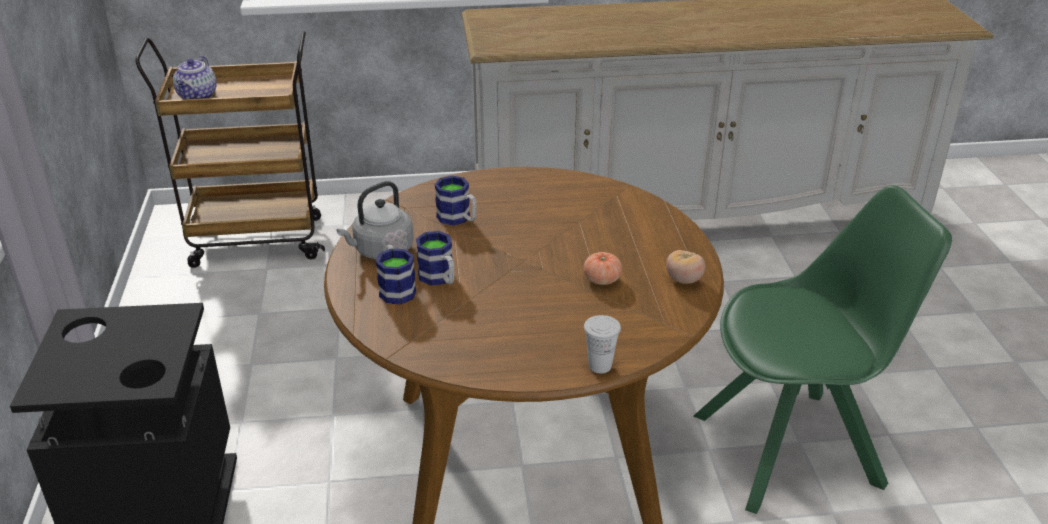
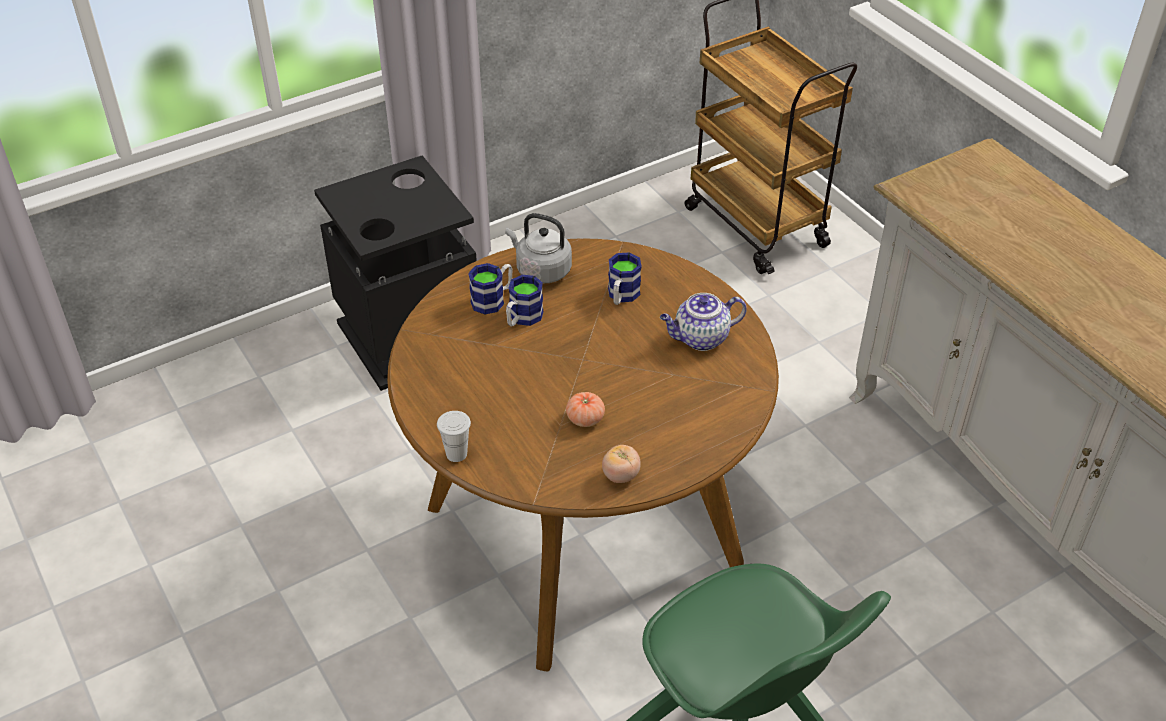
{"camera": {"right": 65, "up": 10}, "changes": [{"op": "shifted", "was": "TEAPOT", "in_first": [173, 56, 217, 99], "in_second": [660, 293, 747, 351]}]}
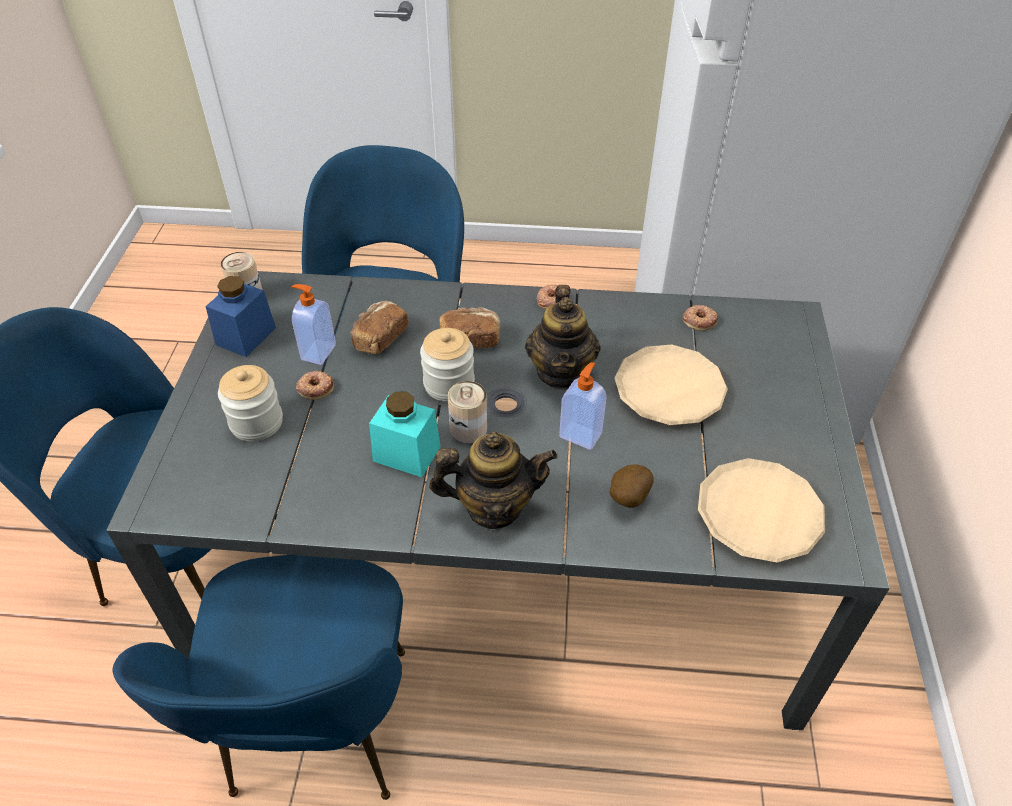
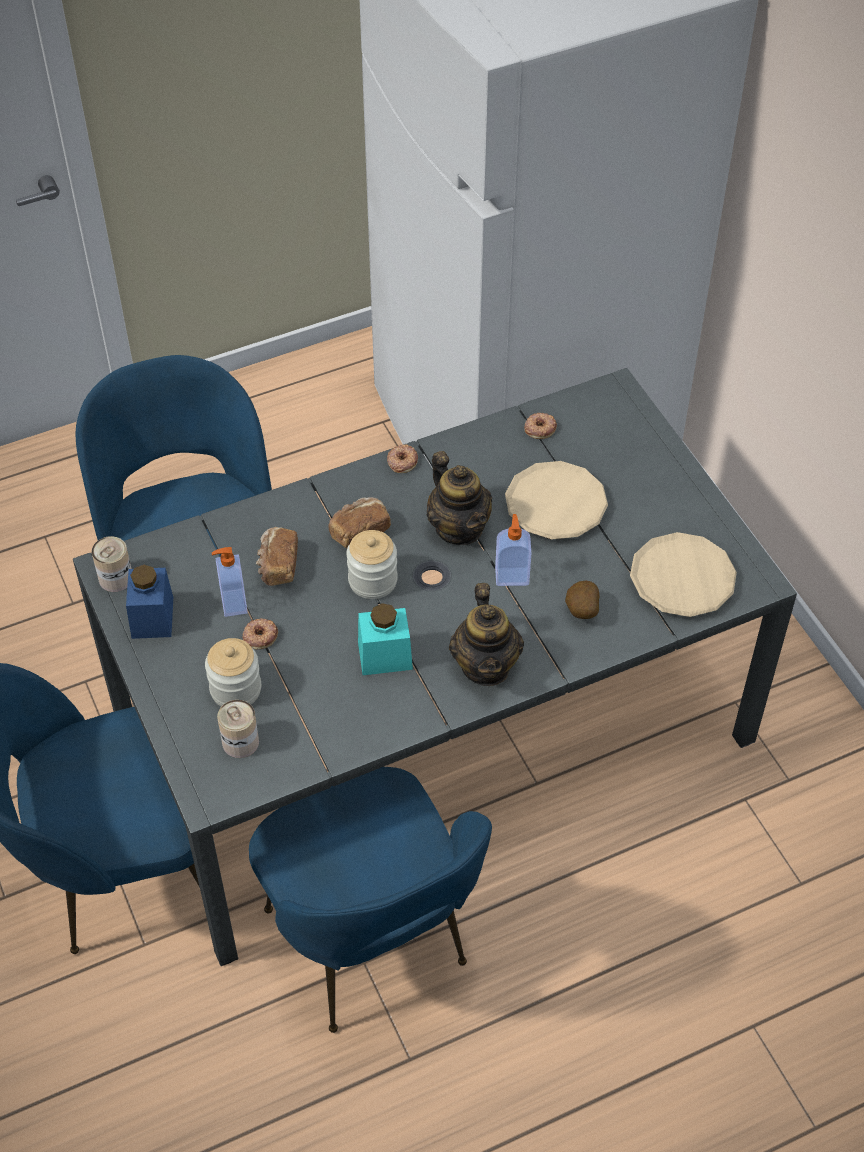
{"camera": {"right": -30, "up": 5}, "changes": [{"op": "shifted", "was": "CAN", "in_first": [448, 381, 487, 443], "in_second": [217, 700, 259, 758]}, {"op": "rotated", "was": "TEAPOT", "in_first": [429, 432, 558, 529], "in_second": [449, 583, 524, 686], "clockwise": 120}]}
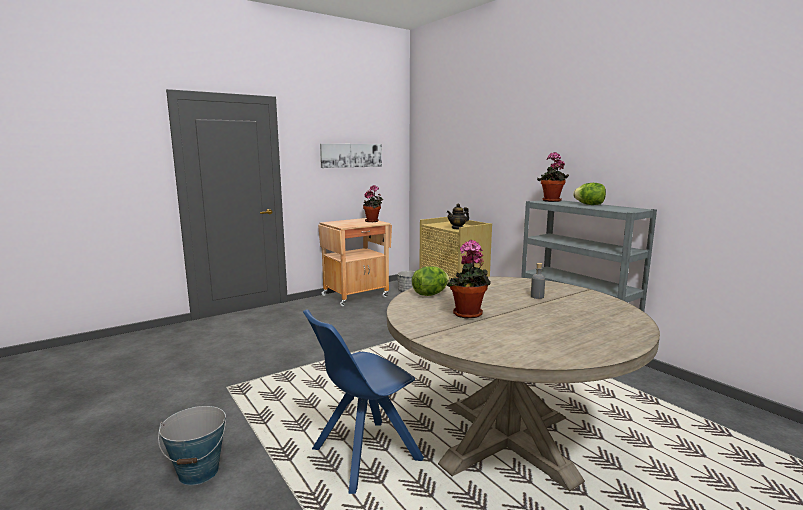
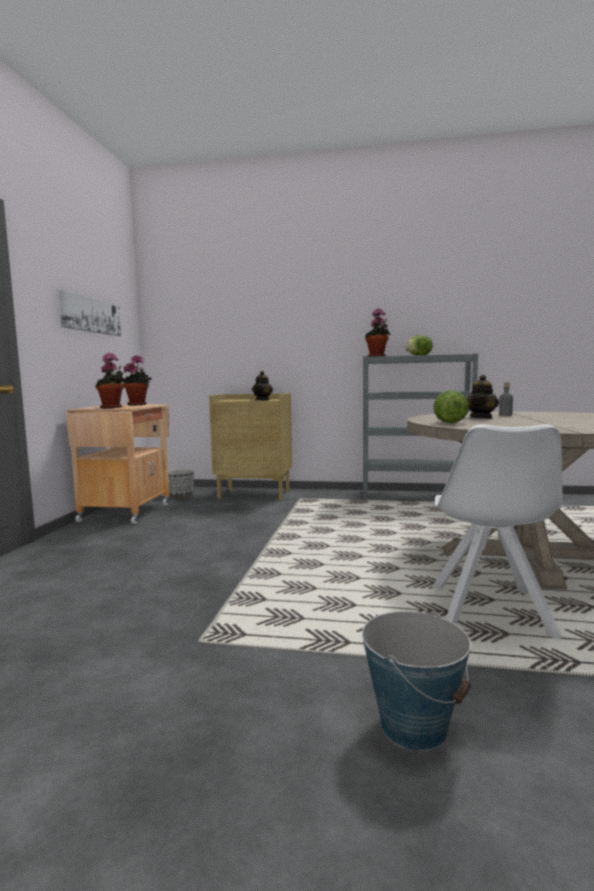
{"camera": {"right": -45, "up": -5}, "changes": [{"op": "new", "now": "TEAPOT", "in_second": [466, 375, 499, 419]}, {"op": "shifted", "was": "POTTED PLANT", "in_first": [447, 239, 491, 319], "in_second": [95, 353, 126, 408]}, {"op": "repainted", "was": "BLUE CHAIR", "now": "WHITE CHAIR", "in_first": [303, 309, 424, 494], "in_second": [432, 424, 563, 640]}]}
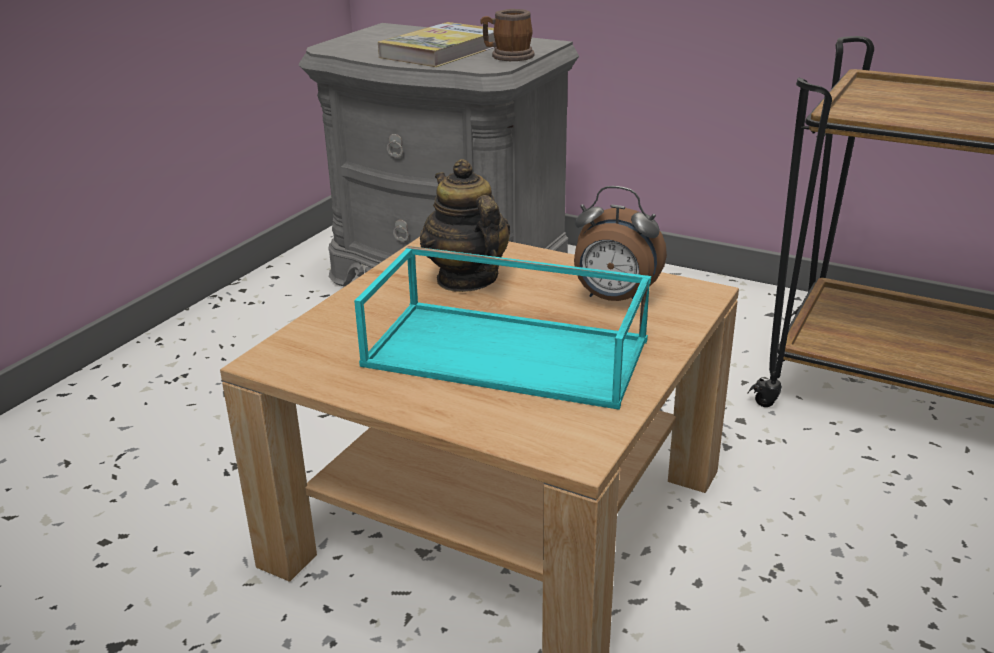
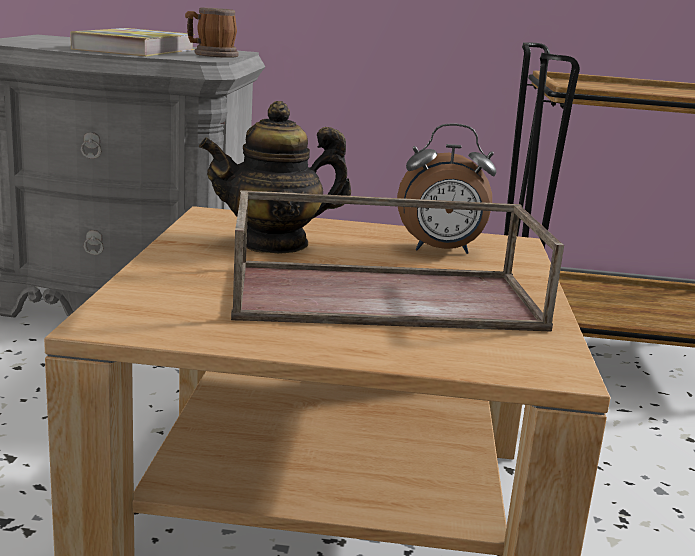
{"camera": {"right": -25, "up": -10}, "changes": [{"op": "repainted", "was": "TURQUOISE TRAY", "now": "BROWN TRAY", "in_first": [354, 246, 651, 410], "in_second": [231, 190, 564, 332]}, {"op": "rotated", "was": "TEAPOT", "in_first": [420, 159, 510, 292], "in_second": [199, 101, 351, 254], "clockwise": -60}]}
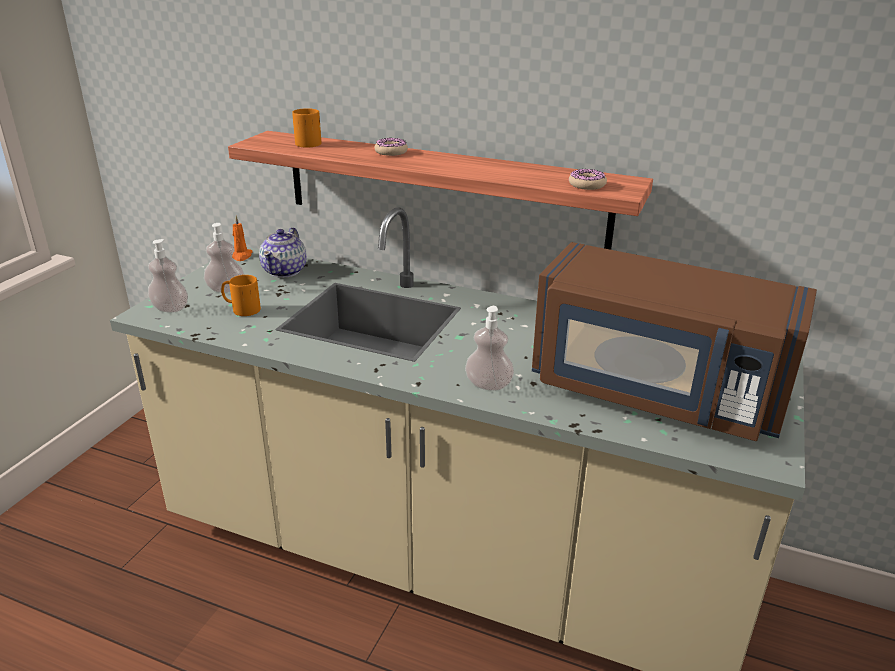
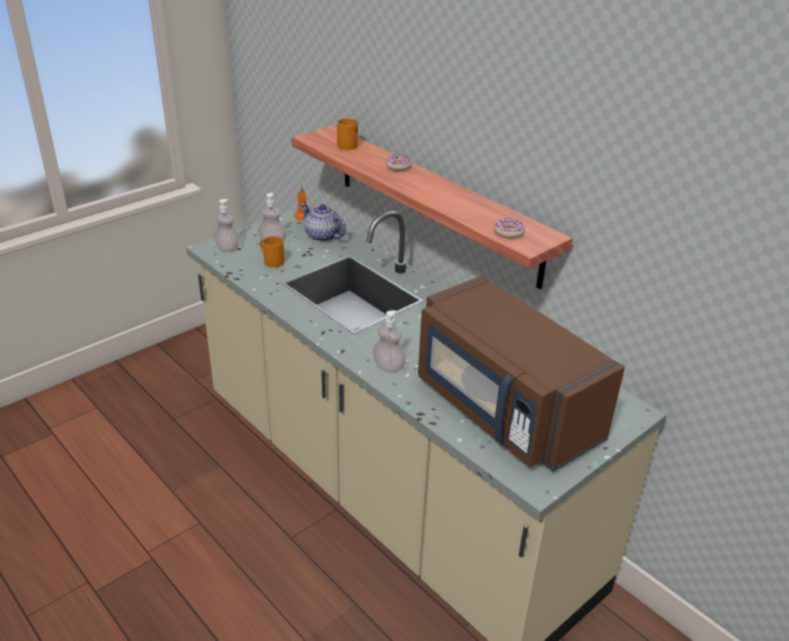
{"camera": {"right": 25, "up": 5}, "changes": [{"op": "rotated", "was": "TEAPOT", "in_first": [259, 227, 306, 278], "in_second": [300, 203, 346, 242], "clockwise": 90}]}
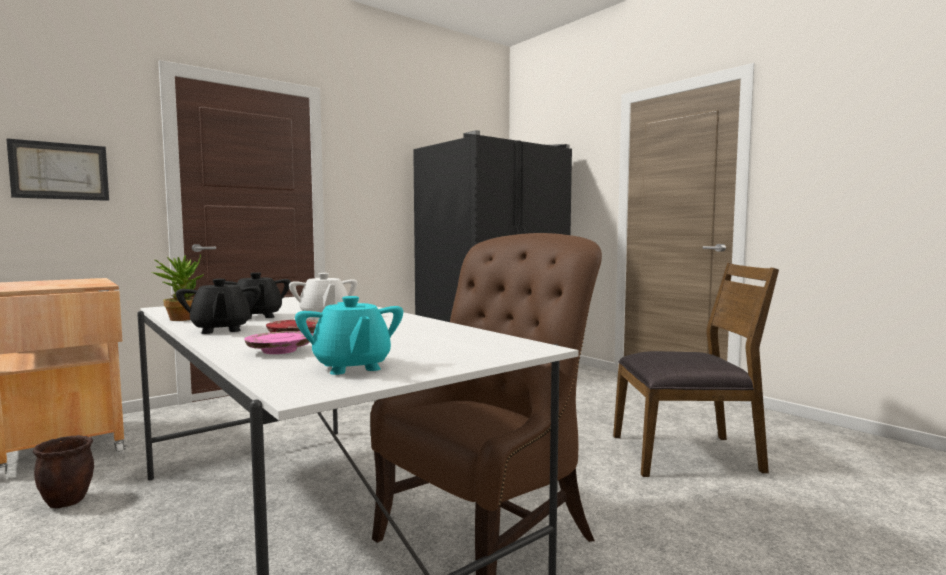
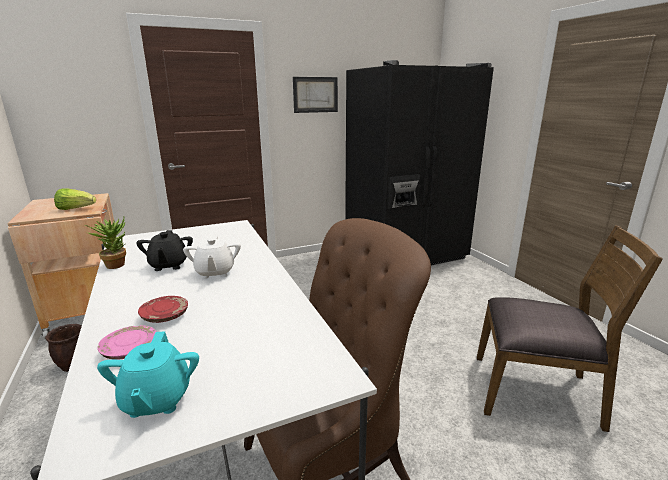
{"camera": {"right": 15, "up": 15}, "changes": [{"op": "gone", "was": "BLACK TEAPOT", "in_first": [176, 279, 261, 334]}, {"op": "new", "now": "LETTUCE", "in_second": [54, 188, 96, 210]}, {"op": "shifted", "was": "PICTURE", "in_first": [6, 138, 109, 201], "in_second": [293, 77, 338, 113]}]}
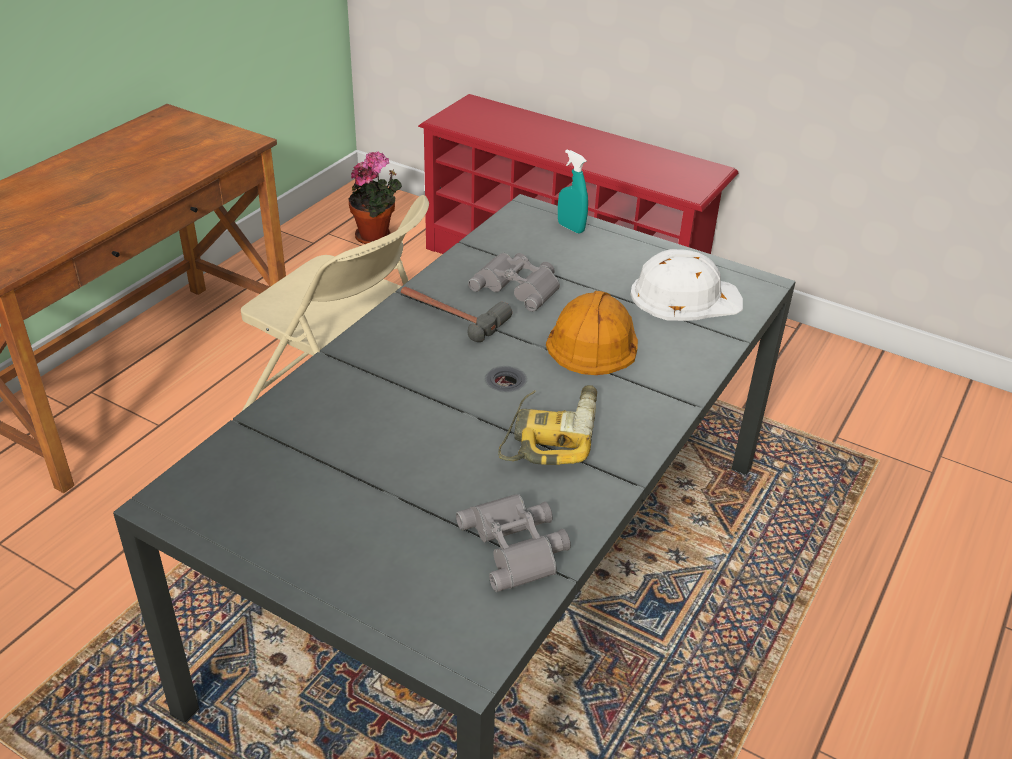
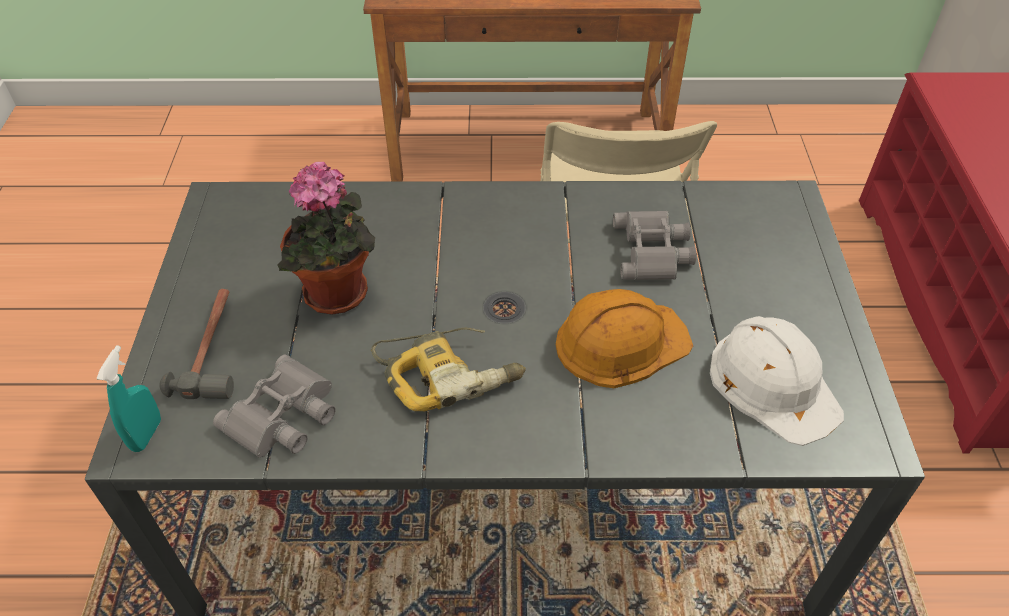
{"camera": {"right": 60, "up": 10}, "changes": [{"op": "shifted", "was": "POTTED PLANT", "in_first": [349, 151, 402, 244], "in_second": [277, 162, 375, 315]}, {"op": "shifted", "was": "HAMMER", "in_first": [401, 287, 512, 342], "in_second": [159, 289, 234, 399]}, {"op": "shifted", "was": "TURQUOISE SPRAY BOTTLE", "in_first": [558, 150, 588, 234], "in_second": [96, 345, 161, 452]}]}
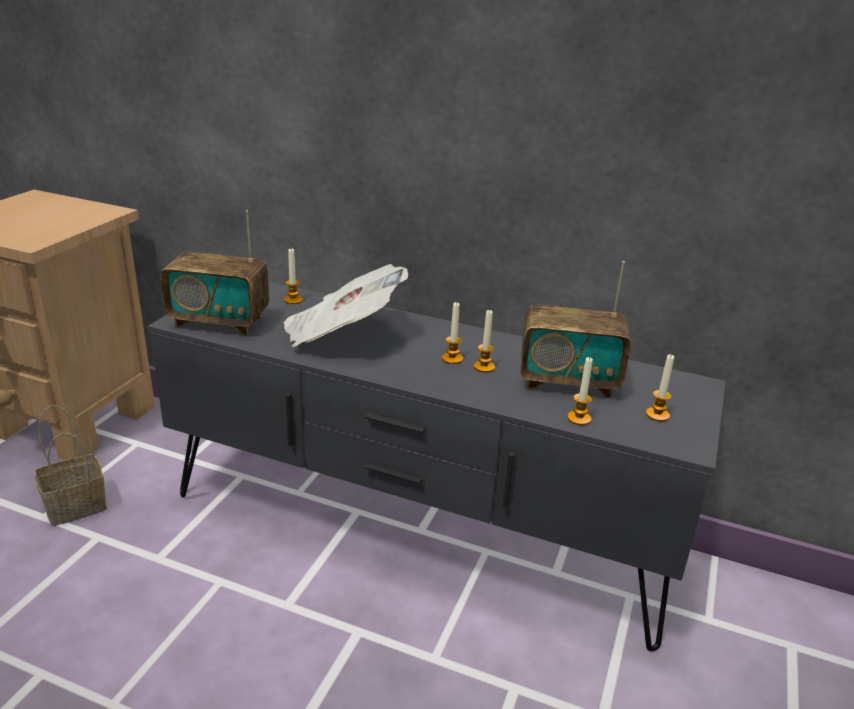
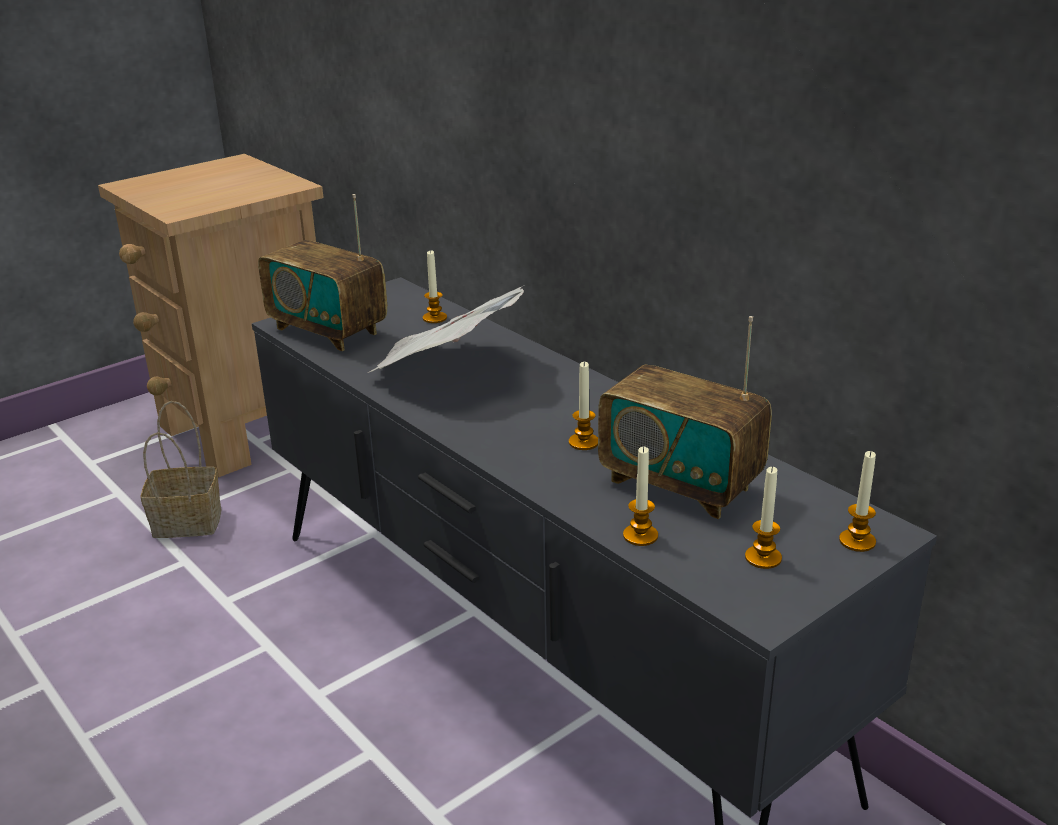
{"camera": {"right": 30, "up": 0}, "changes": [{"op": "shifted", "was": "CANDLE", "in_first": [442, 302, 463, 364], "in_second": [839, 451, 876, 552]}]}
